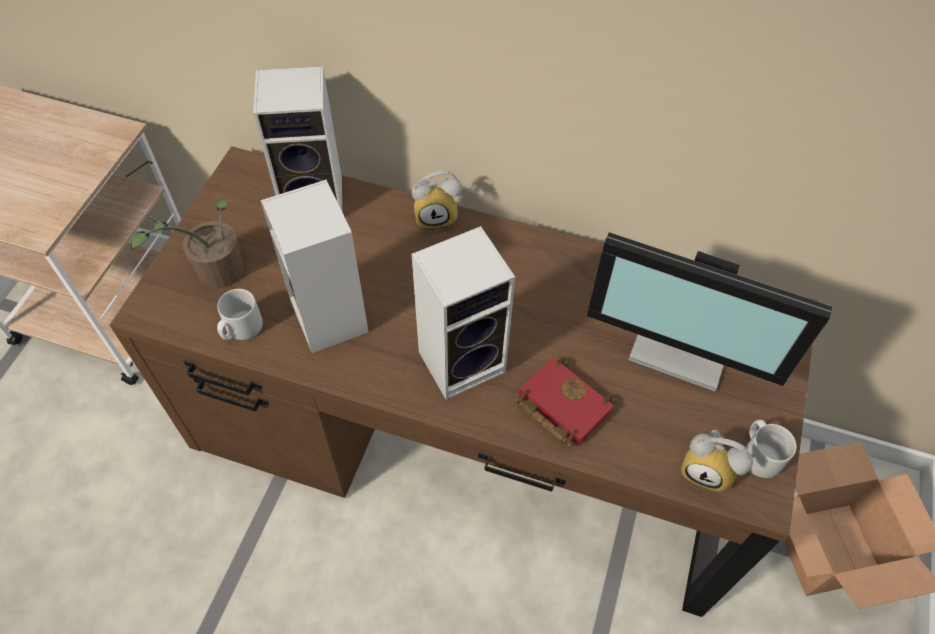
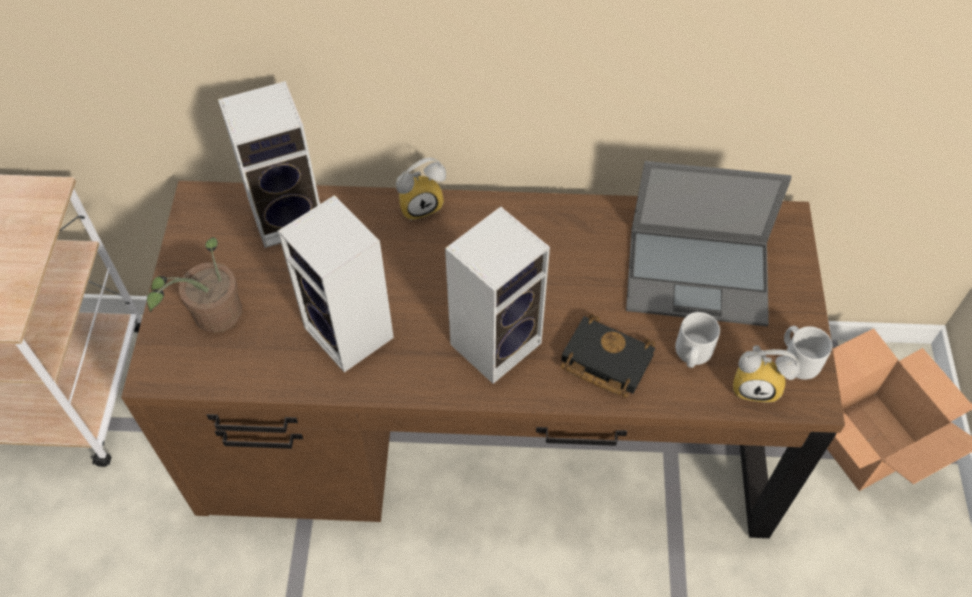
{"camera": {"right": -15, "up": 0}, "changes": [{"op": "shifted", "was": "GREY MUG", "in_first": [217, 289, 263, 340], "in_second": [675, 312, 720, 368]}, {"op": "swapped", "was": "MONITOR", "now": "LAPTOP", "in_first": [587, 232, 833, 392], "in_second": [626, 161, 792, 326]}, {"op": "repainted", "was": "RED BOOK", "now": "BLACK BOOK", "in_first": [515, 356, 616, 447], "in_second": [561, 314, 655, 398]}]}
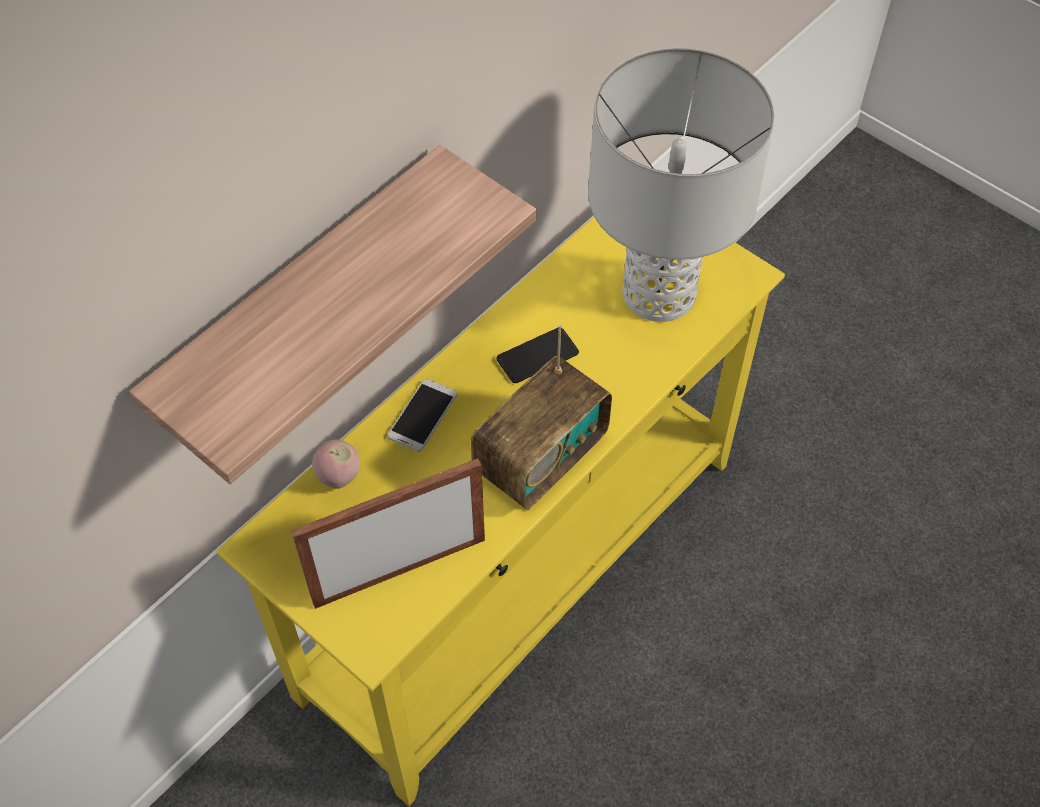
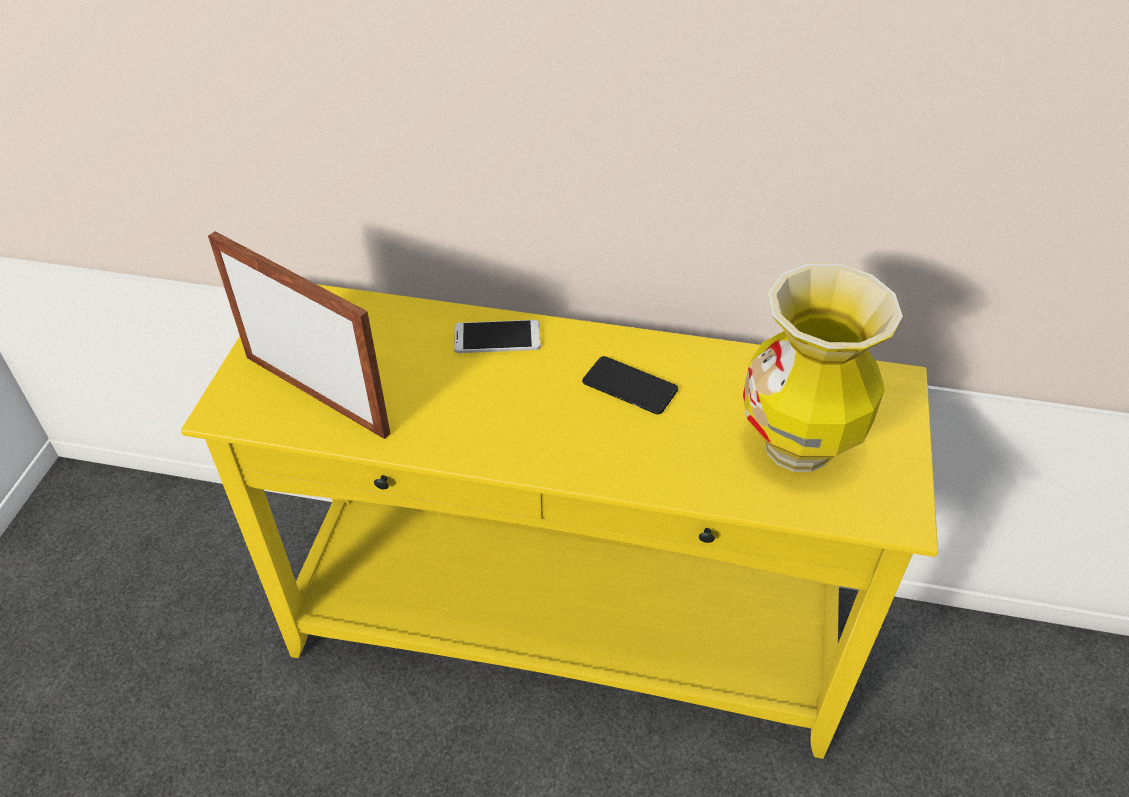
{"camera": {"right": 60, "up": -10}, "changes": [{"op": "gone", "was": "SHELF", "in_first": [129, 145, 536, 484]}, {"op": "gone", "was": "APPLE", "in_first": [312, 440, 360, 489]}, {"op": "gone", "was": "RADIO", "in_first": [471, 324, 612, 510]}, {"op": "swapped", "was": "WHITE TABLE LAMP", "now": "VASE", "in_first": [588, 48, 775, 322], "in_second": [743, 263, 903, 472]}]}
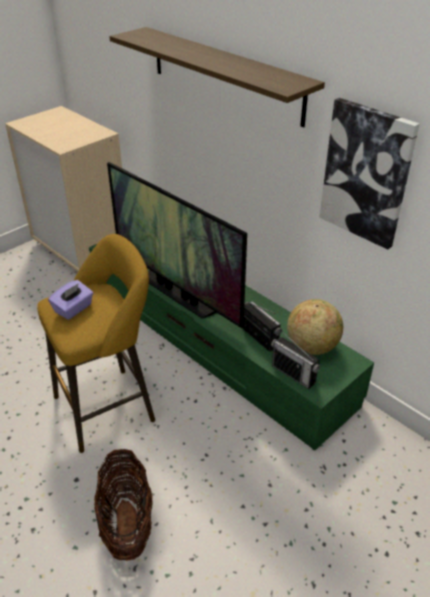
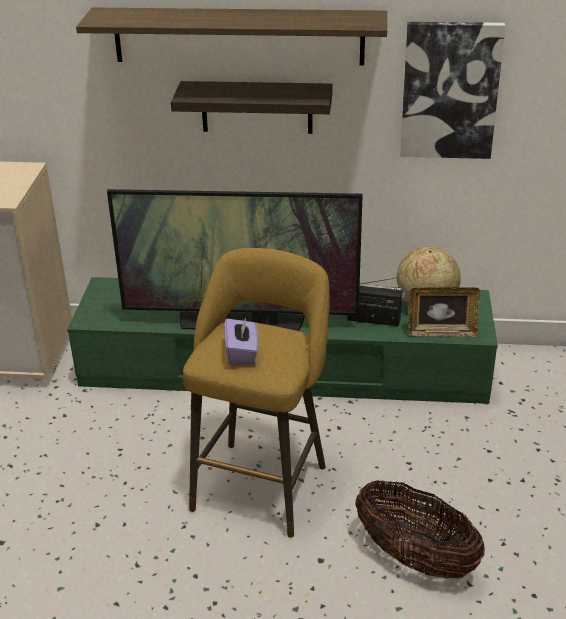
{"camera": {"right": -40, "up": -5}, "changes": [{"op": "new", "now": "SHELF", "in_second": [171, 81, 333, 134]}, {"op": "swapped", "was": "RADIO", "now": "PICTURE FRAME", "in_first": [271, 331, 320, 389], "in_second": [408, 287, 480, 337]}]}
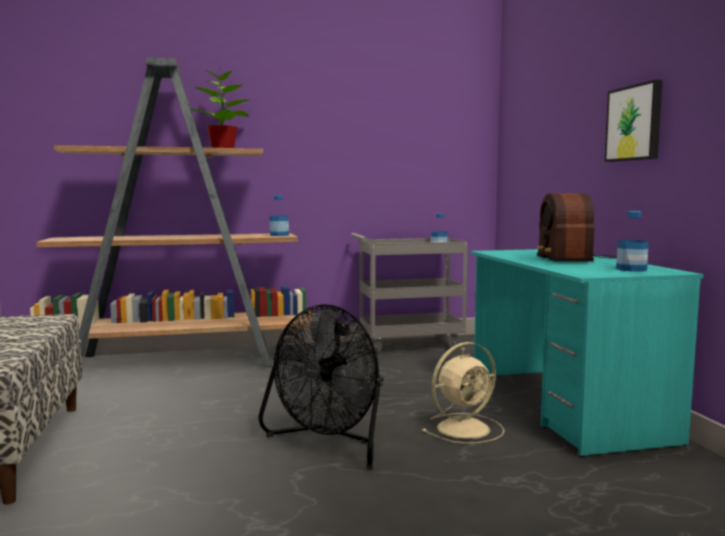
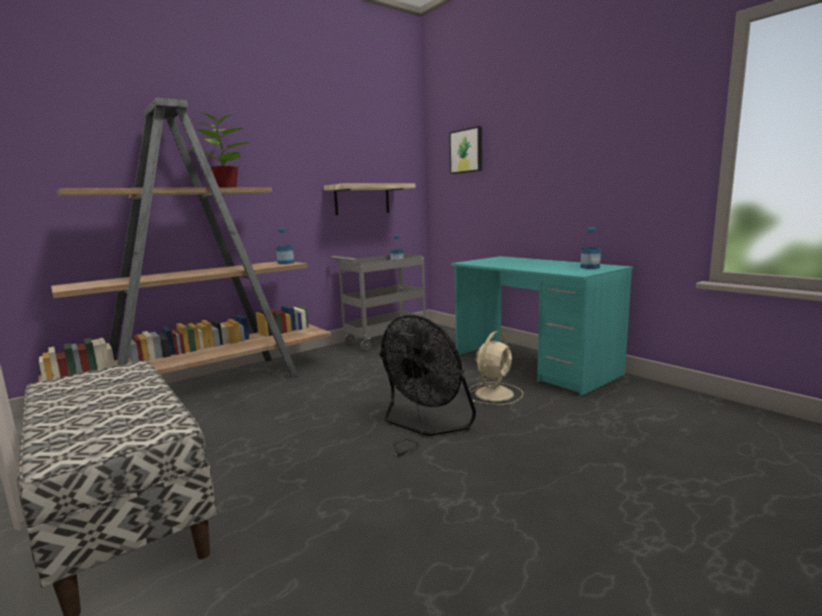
{"camera": {"right": -25, "up": 5}, "changes": [{"op": "gone", "was": "RADIO", "in_first": [537, 194, 617, 262]}, {"op": "new", "now": "SHELF", "in_second": [324, 184, 415, 215]}, {"op": "shifted", "was": "PICTURE", "in_first": [604, 80, 663, 162], "in_second": [449, 126, 482, 174]}, {"op": "rotated", "was": "BLACK FAN", "in_first": [259, 304, 384, 470], "in_second": [379, 315, 476, 457], "clockwise": -150}]}
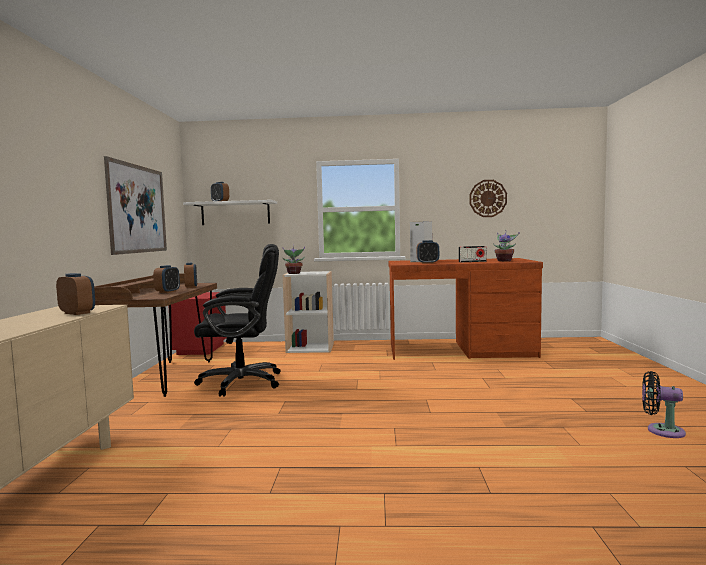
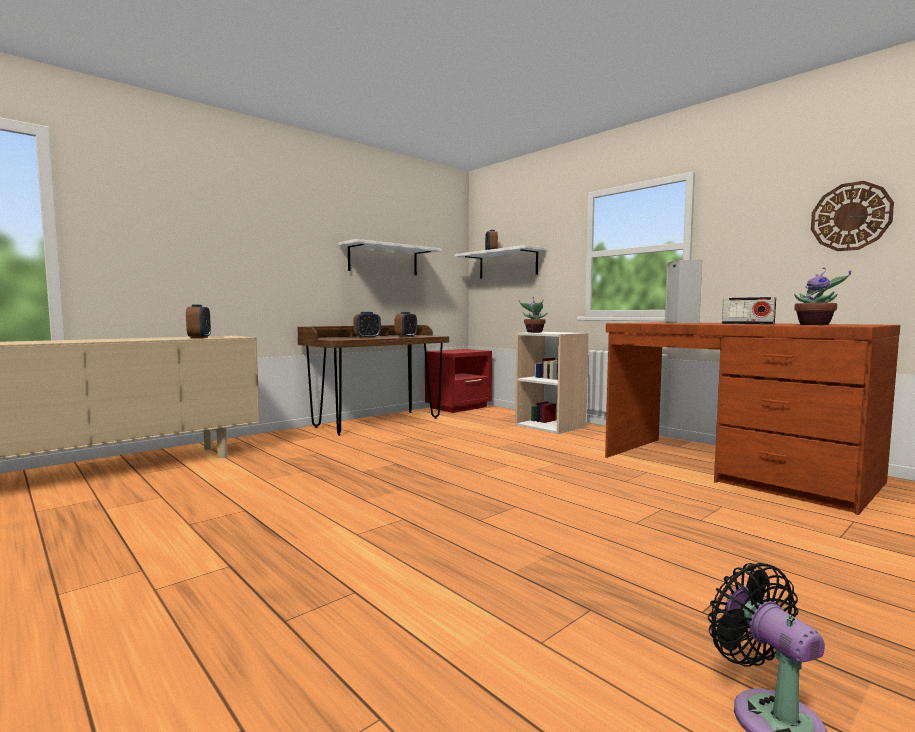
{"camera": {"right": 45, "up": 0}, "changes": [{"op": "gone", "was": "BLACK OFFICE CHAIR", "in_first": [194, 244, 281, 397]}, {"op": "gone", "was": "ALARM CLOCK", "in_first": [417, 240, 439, 264]}, {"op": "swapped", "was": "PICTURE", "now": "WHITE SHELF", "in_first": [104, 156, 167, 255], "in_second": [339, 239, 442, 275]}]}
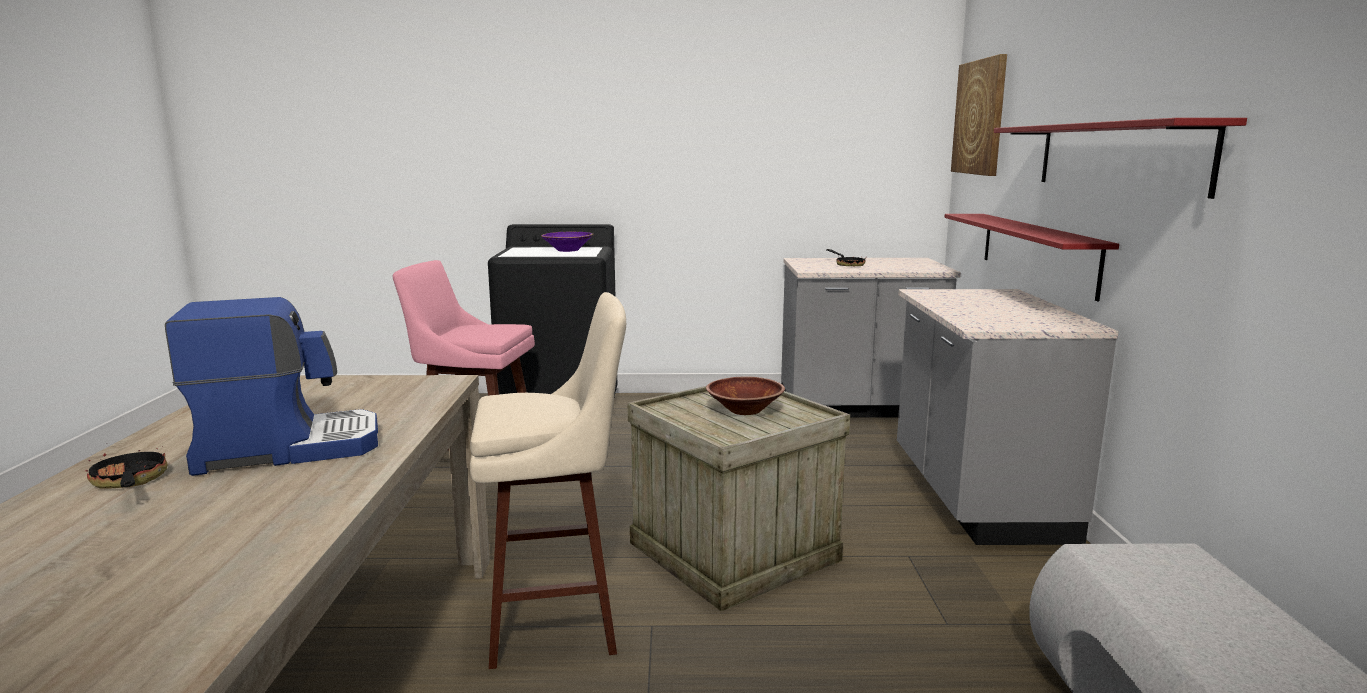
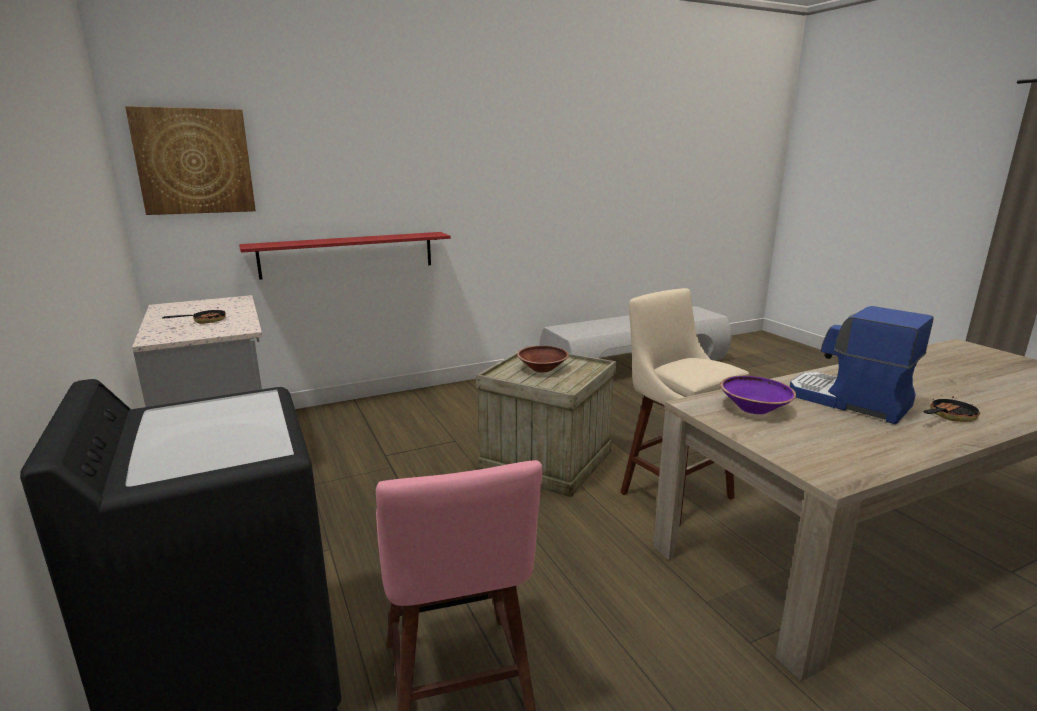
{"camera": {"right": -115, "up": 5}, "changes": [{"op": "gone", "was": "GREY COUNTER", "in_first": [897, 289, 1118, 545]}, {"op": "gone", "was": "RED SHELF", "in_first": [994, 118, 1247, 199]}, {"op": "shifted", "was": "PURPLE BOWL", "in_first": [541, 232, 593, 252], "in_second": [720, 375, 796, 414]}, {"op": "rotated", "was": "FRYING PAN", "in_first": [85, 446, 168, 489], "in_second": [924, 395, 980, 422], "clockwise": -150}]}
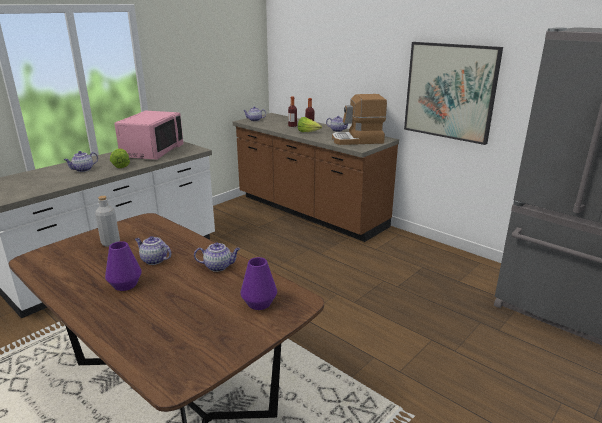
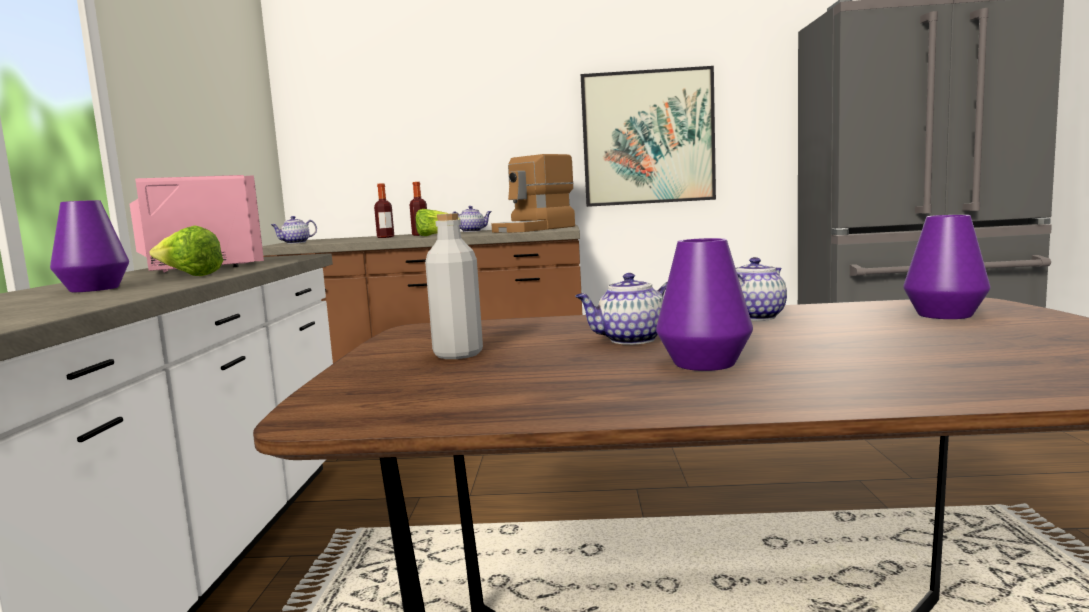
{"camera": {"right": -40, "up": -15}, "changes": [{"op": "swapped", "was": "TEAPOT", "now": "PURPLE VASE", "in_first": [64, 151, 98, 172], "in_second": [50, 200, 129, 292]}]}
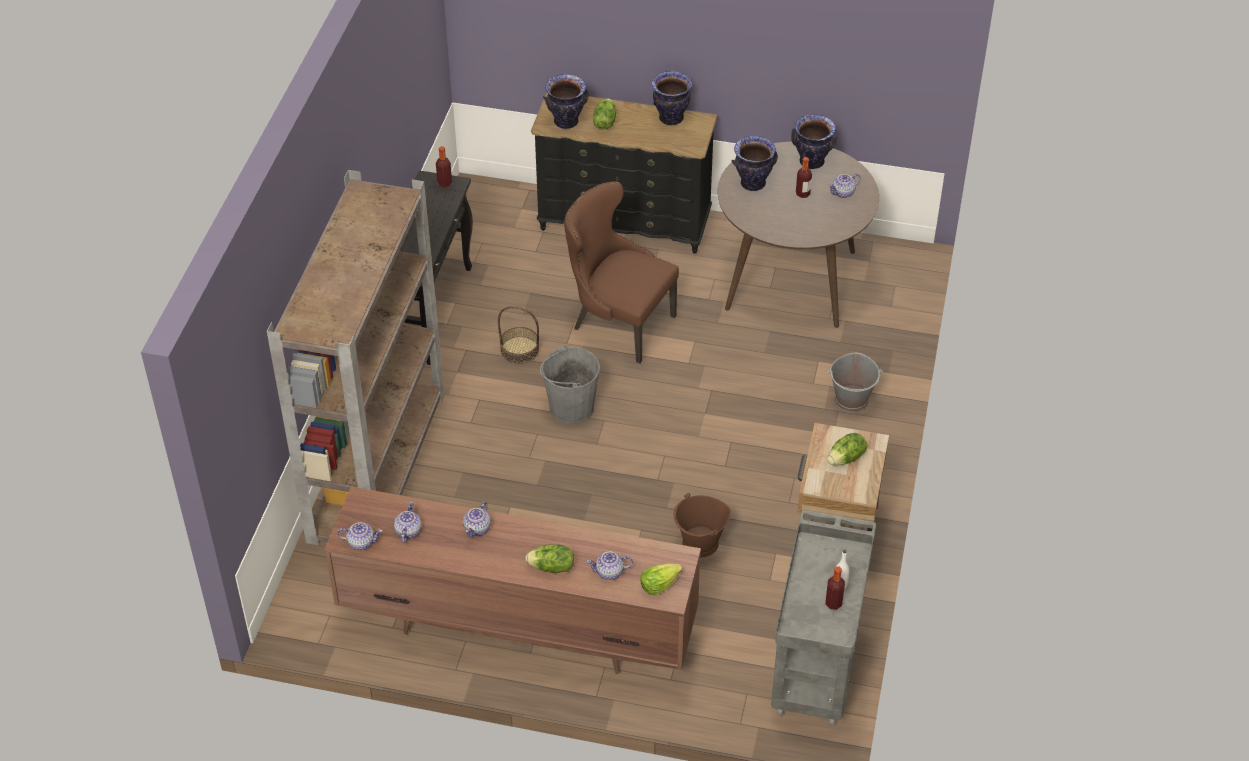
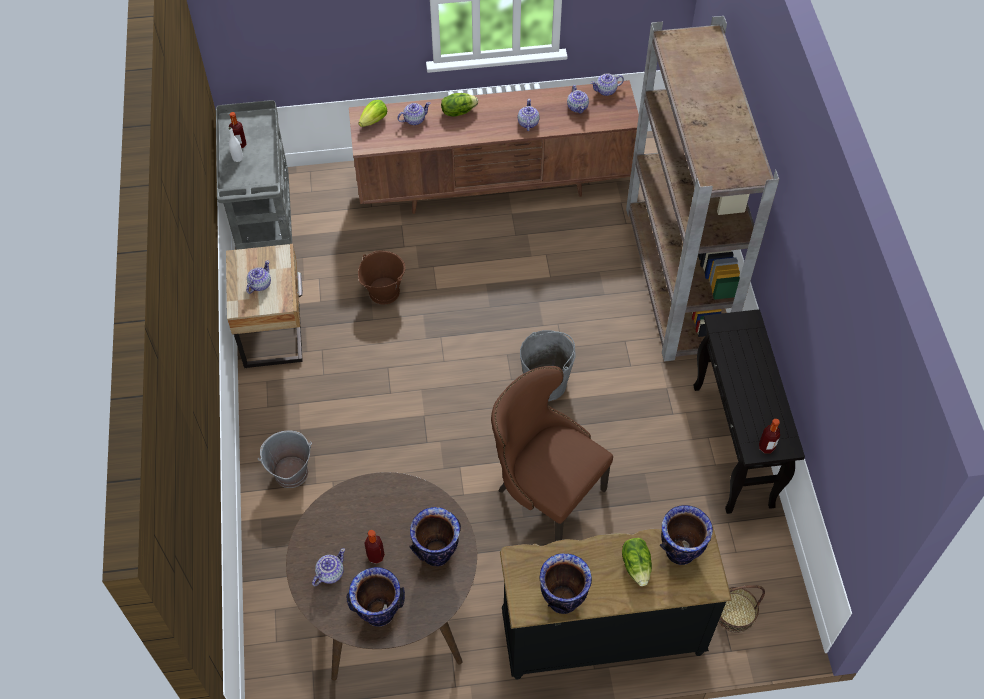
{"camera": {"right": 160, "up": 10}, "changes": [{"op": "shifted", "was": "BASKET", "in_first": [498, 306, 539, 364], "in_second": [718, 585, 765, 633]}, {"op": "swapped", "was": "LETTUCE", "now": "TEAPOT", "in_first": [827, 433, 867, 465], "in_second": [246, 261, 271, 294]}, {"op": "rotated", "was": "BROWN CHAIR", "in_first": [564, 181, 679, 363], "in_second": [491, 366, 613, 541], "clockwise": -150}]}
